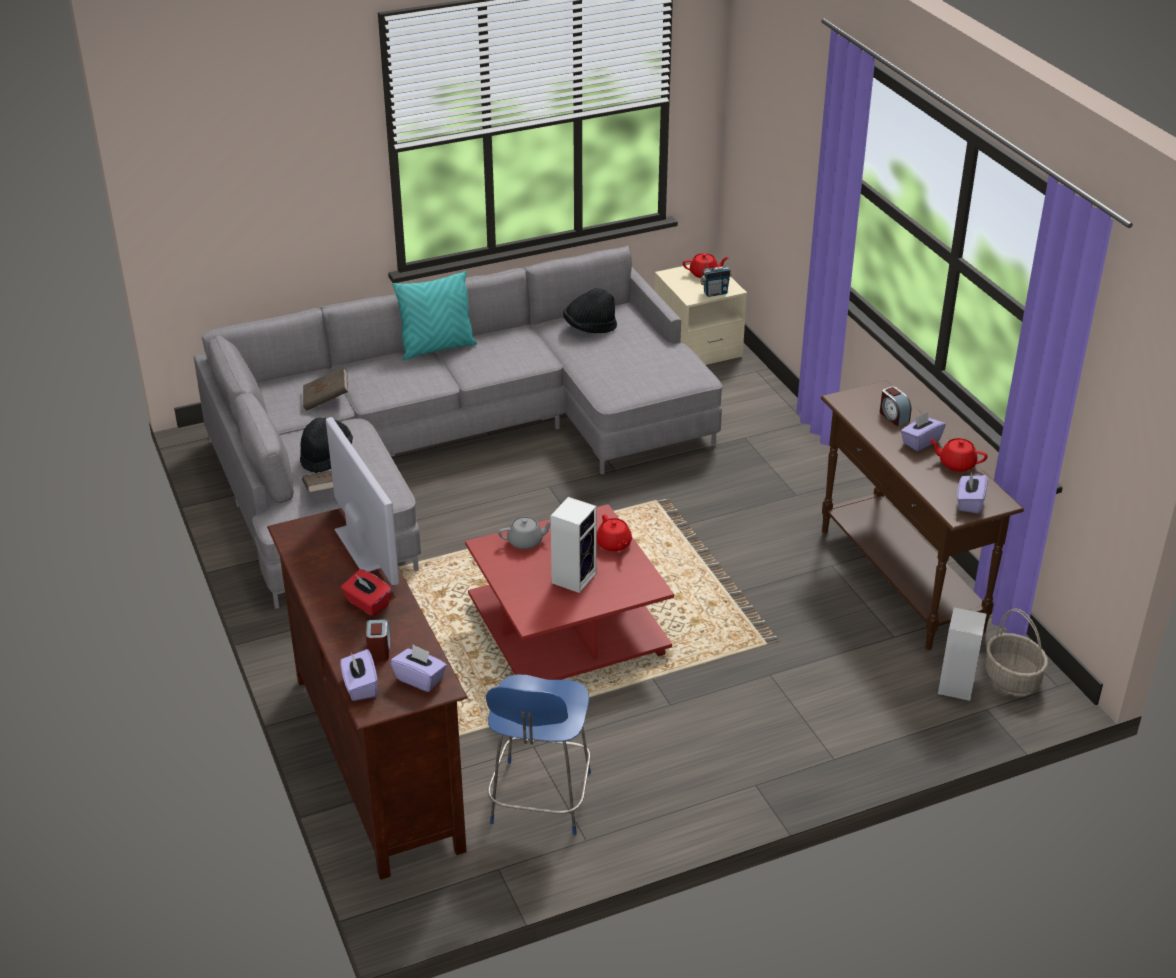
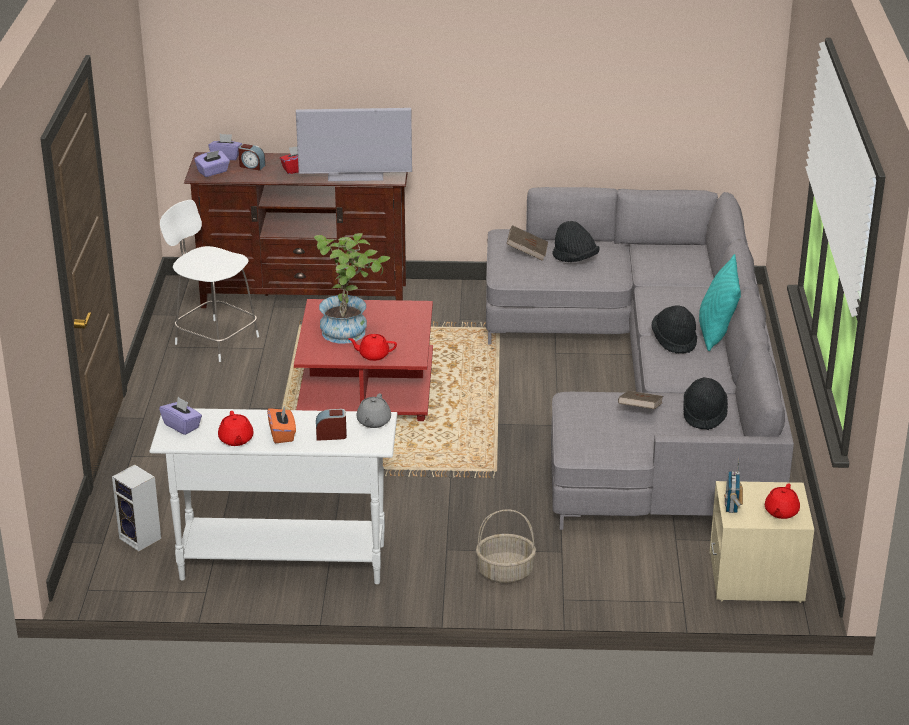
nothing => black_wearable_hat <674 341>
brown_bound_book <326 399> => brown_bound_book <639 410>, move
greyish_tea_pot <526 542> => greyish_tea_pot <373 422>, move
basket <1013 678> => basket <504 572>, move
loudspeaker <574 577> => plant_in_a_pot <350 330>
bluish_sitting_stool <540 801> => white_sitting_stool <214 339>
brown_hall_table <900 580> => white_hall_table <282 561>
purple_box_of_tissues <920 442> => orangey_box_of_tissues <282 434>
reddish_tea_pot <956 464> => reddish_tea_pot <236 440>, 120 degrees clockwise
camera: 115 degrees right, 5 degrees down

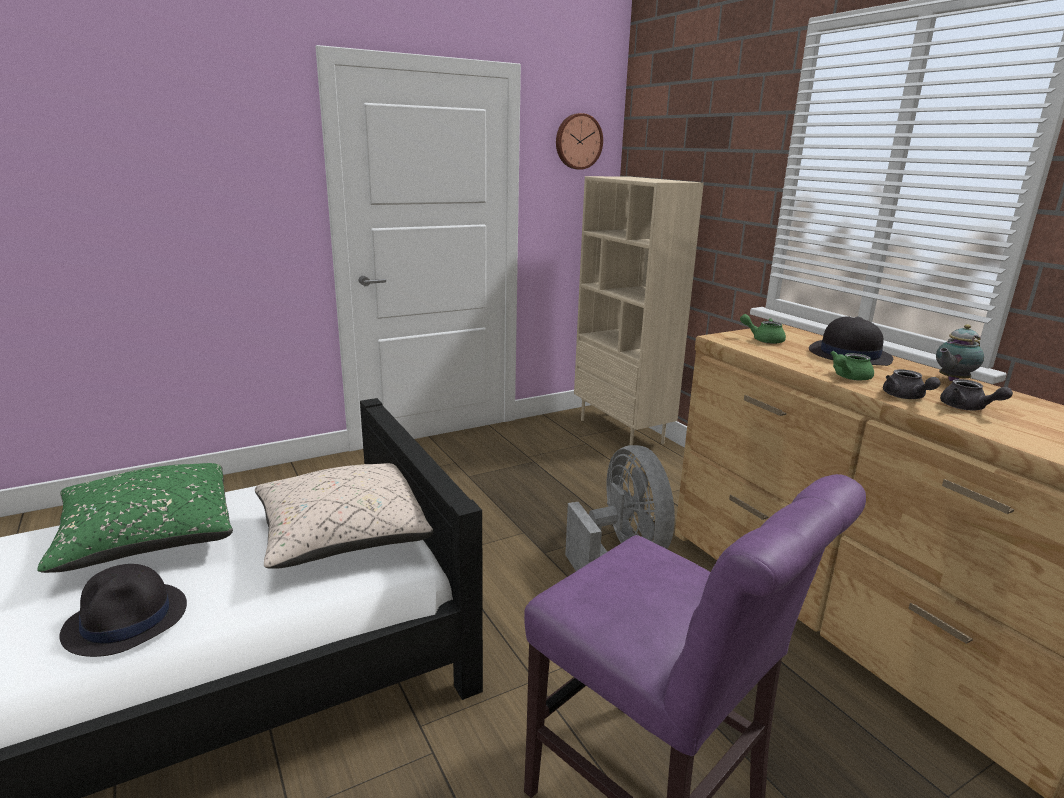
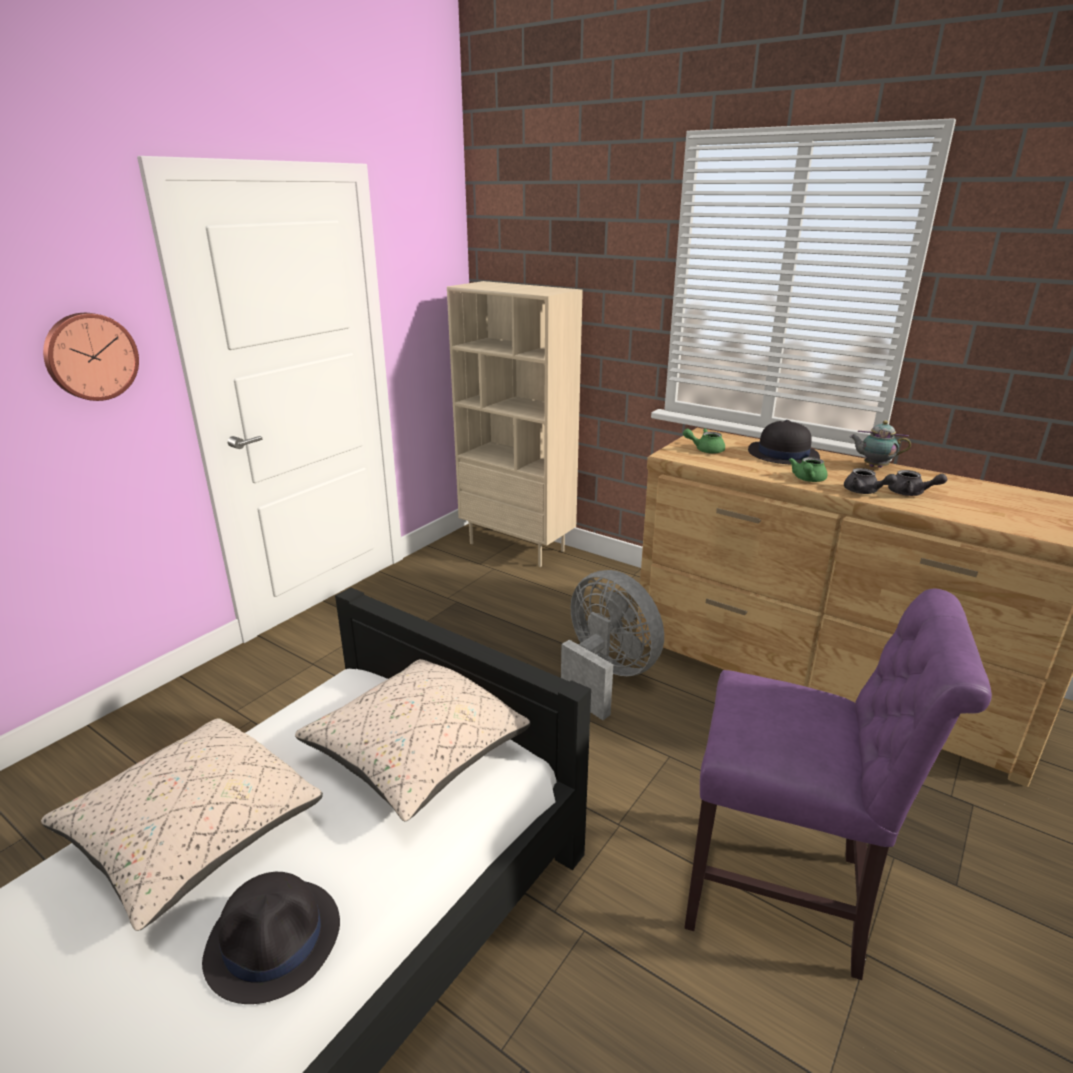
wall_clock <578 141> => wall_clock <90 356>, move
greenish_pillow <149 538> => beige_pillow <193 836>
tea_pot <951 380> => tea_pot <873 466>, 75 degrees clockwise
camera: 25 degrees left, 5 degrees up

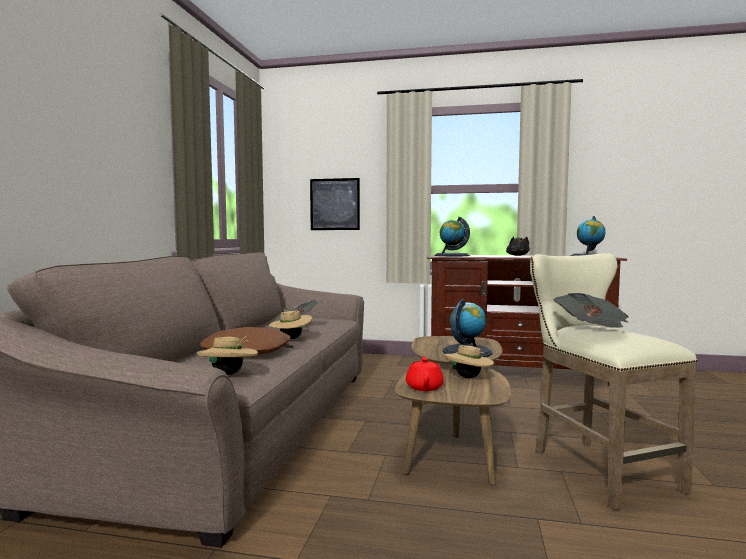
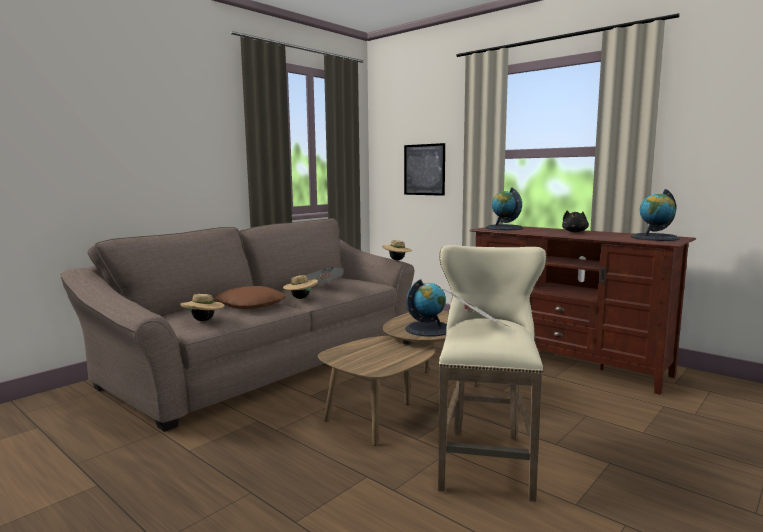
reddish_tea_pot <424 387> => nothing
beige_wearable_hat <468 377> => beige_wearable_hat <397 260>, move
camera: 30 degrees right, 5 degrees up

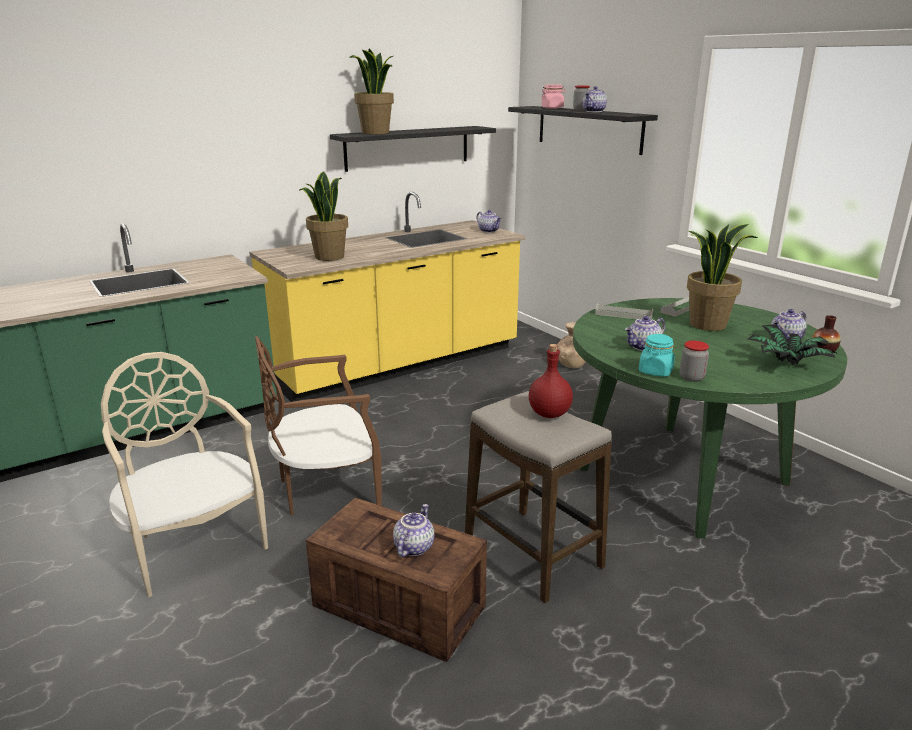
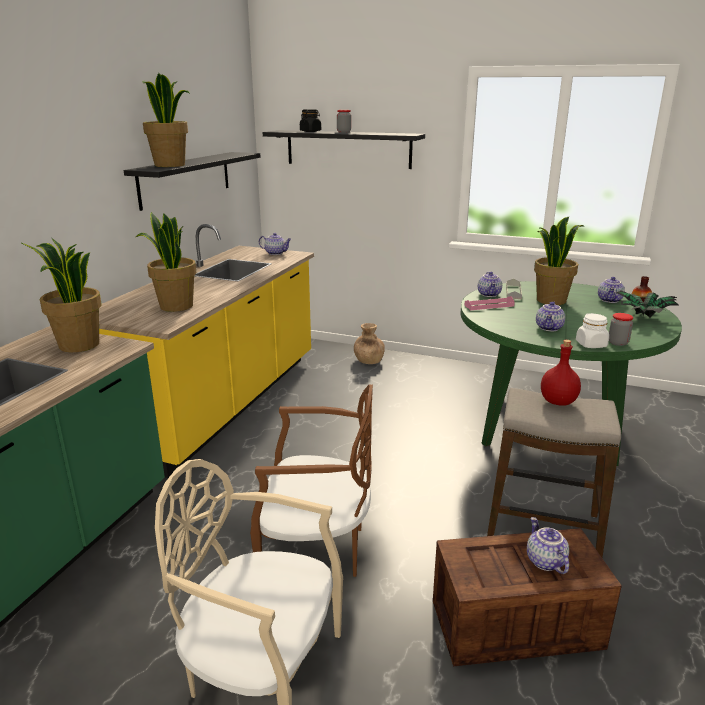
nothing => plant_in_a_pot <78 345>
tea_pot <594 111> => tea_pot <489 294>, move
pink_jar <552 108> => black_jar <310 131>
greyish_tray <623 315> => pink_tray <489 306>
blue-green_jar <655 371> => white_jar <591 344>
brown_plain_chair <326 489> => brown_plain_chair <316 549>, 120 degrees counterclockwise
camera: 35 degrees left, 0 degrees up

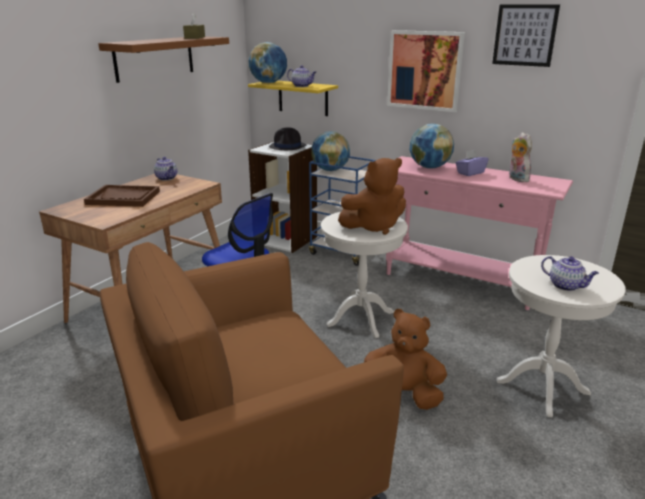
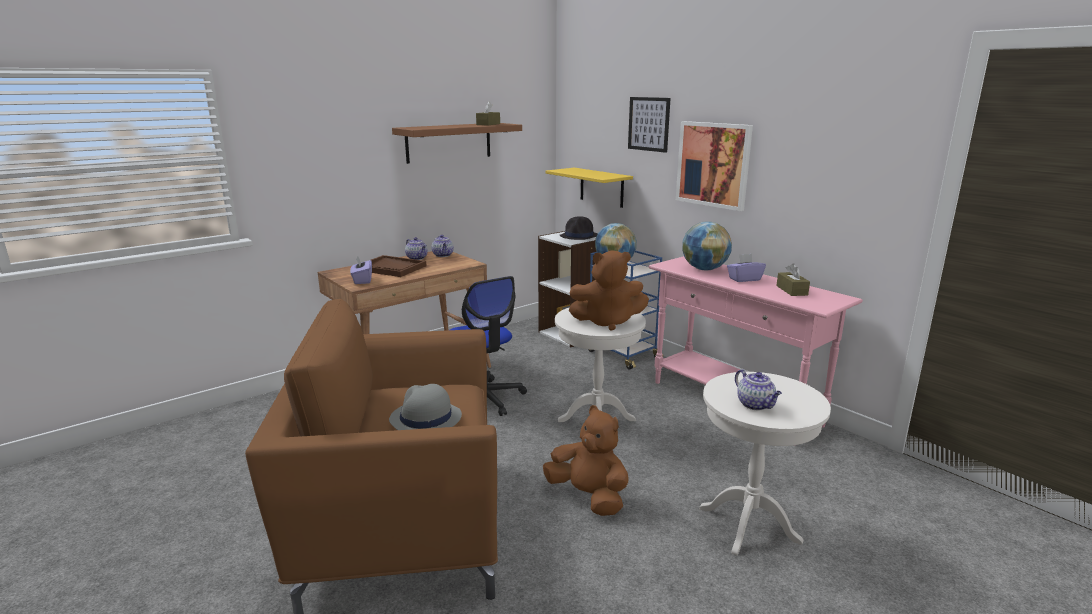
desk_globe <268 83> => nothing
nothing => purple_box_of_tissues <362 280>
nothing => greyish_wearable_hat <425 418>
tea_pot <302 86> => tea_pot <417 258>, move
wall_art <525 35> => wall_art <649 124>, move
soft_toy <516 179> => brown_box_of_tissues <791 290>
camera: 20 degrees right, 5 degrees down

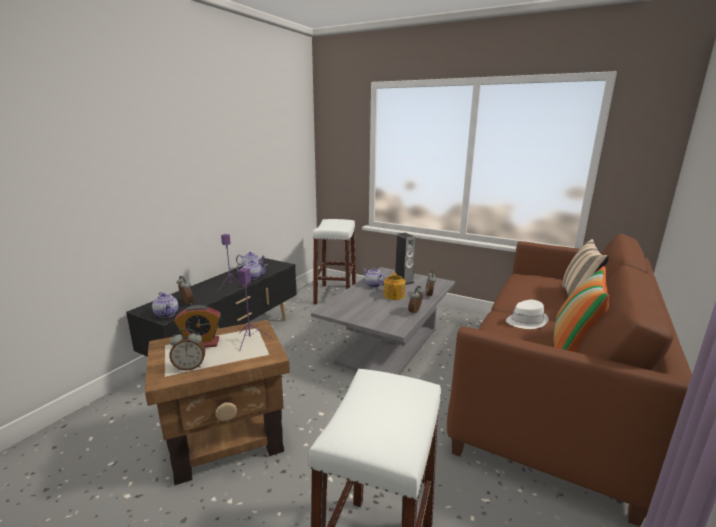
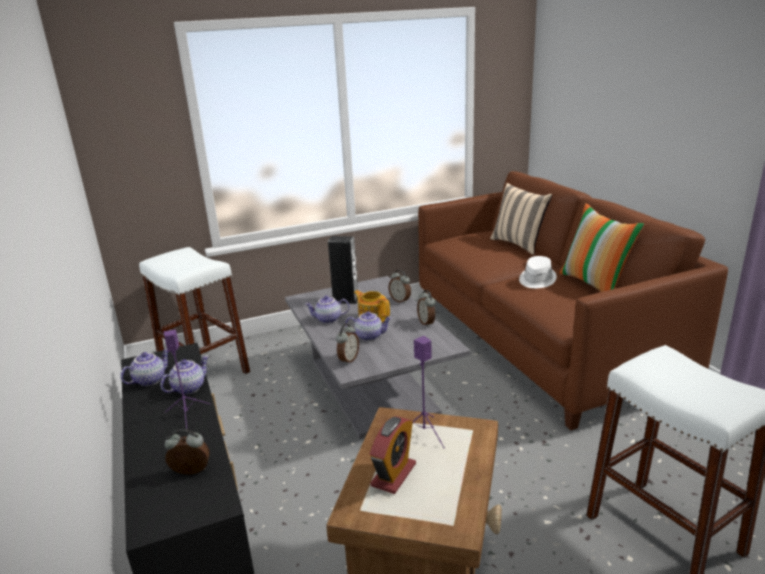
tea_pot <167 314> => tea_pot <369 336>, move
table_clock <190 367> => table_clock <348 360>, move
camera: 50 degrees left, 5 degrees up

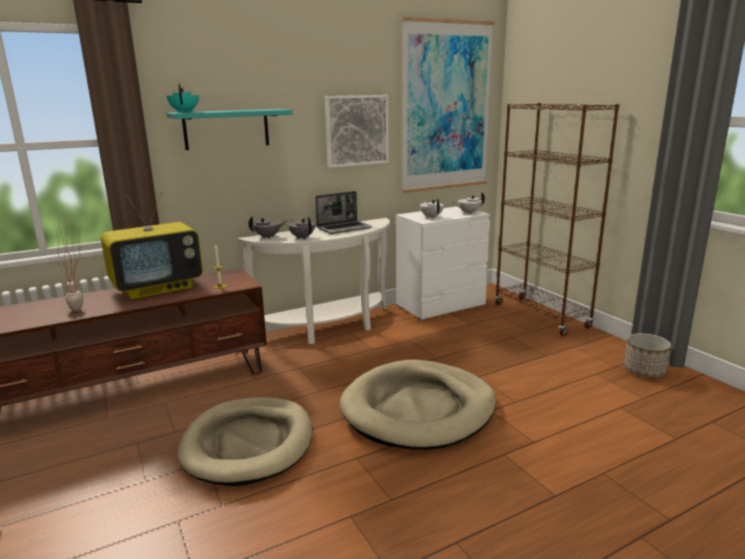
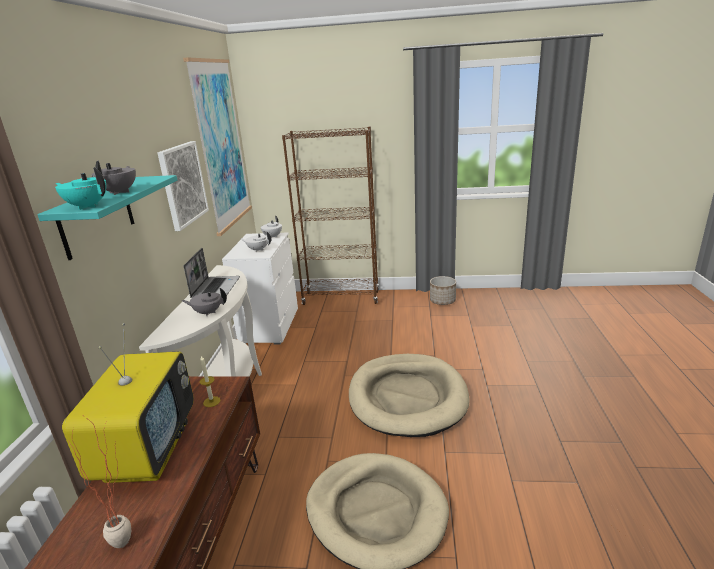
greyish_tea_pot <268 237> => greyish_tea_pot <120 192>, move
camera: 55 degrees left, 5 degrees up

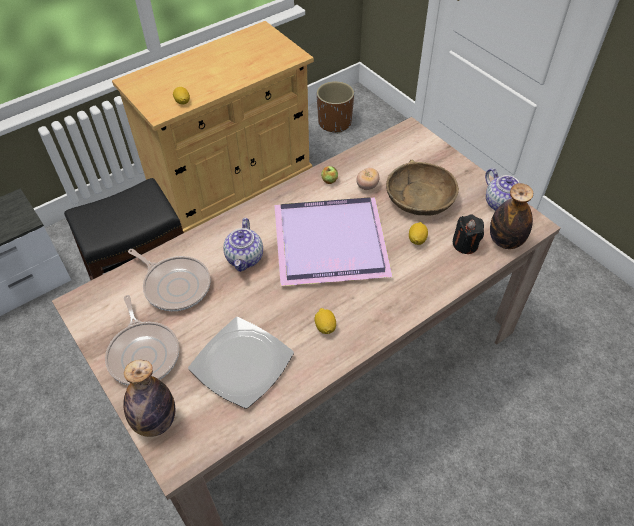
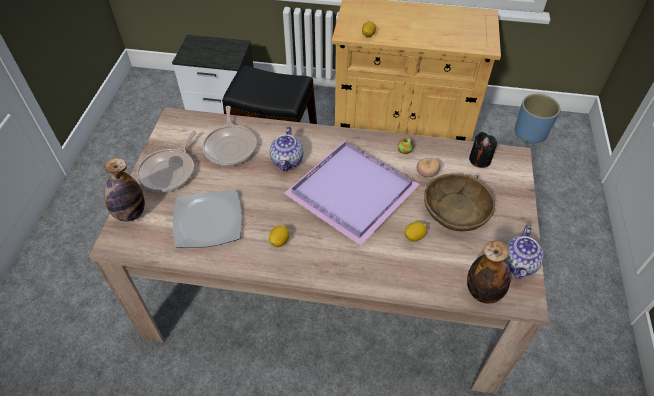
black_wax_light <465 244> => black_wax_light <480 159>, move
brown_plant_pot <335 123> => bluish_plant_pot <530 133>
tea_pot <245 258> => tea_pot <287 161>, 45 degrees counterclockwise
camera: 45 degrees right, 0 degrees up

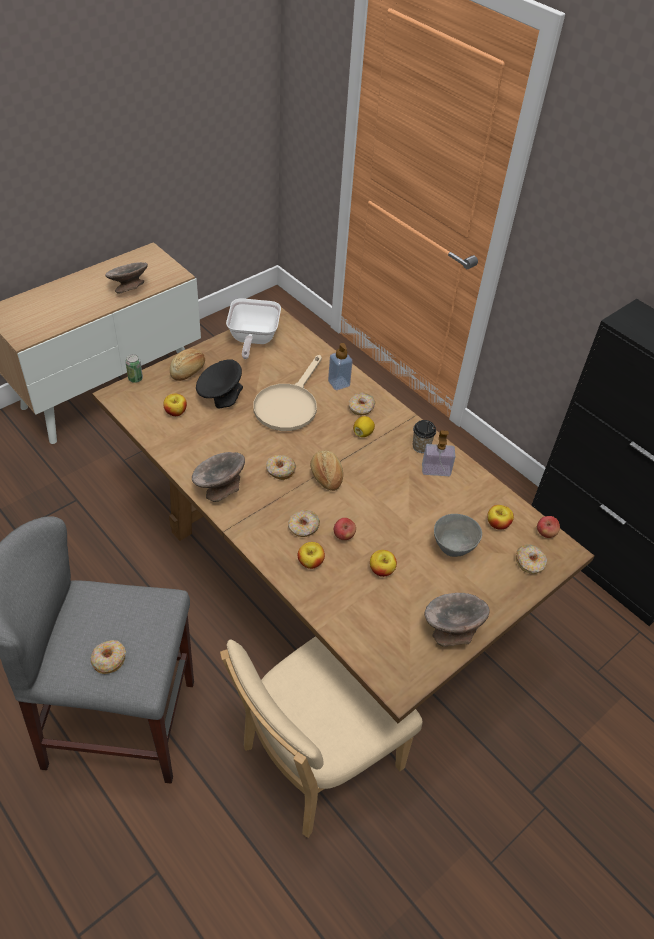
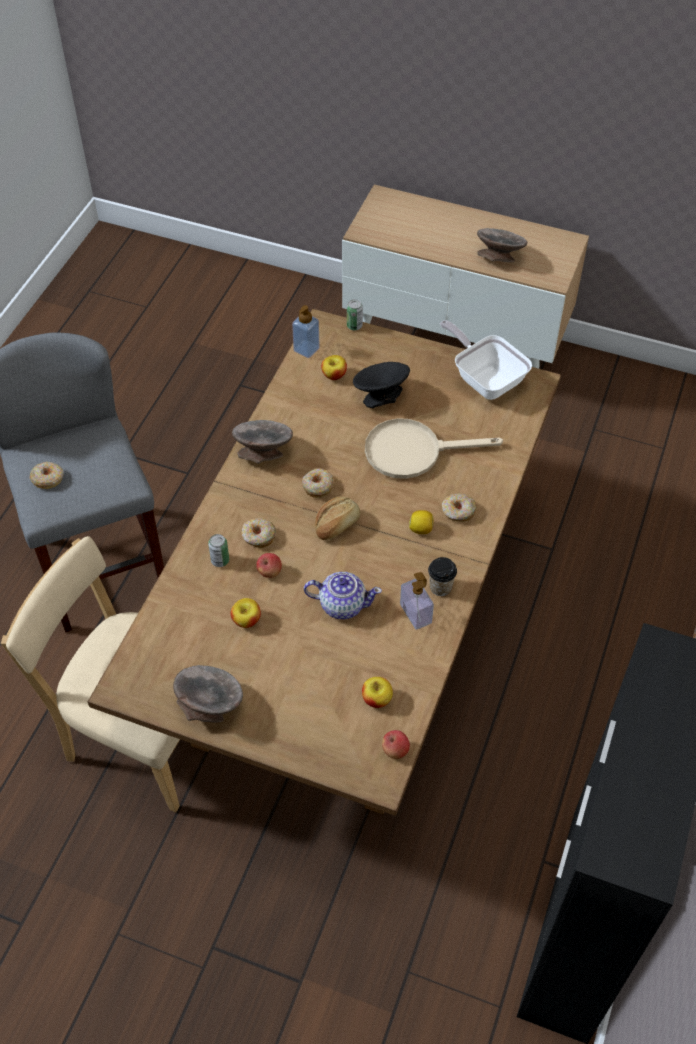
bread <189 371> => nothing
greyish_bowl <453 547> => nothing
donut <530 563> => nothing
nothing => tea_pot <342 604>
soap_dispenser <338 383> => soap_dispenser <306 349>, move
whole_apple <310 562> => metal_can <220 560>
frying_pan <252 340> => frying_pan <485 379>, 75 degrees clockwise
camera: 65 degrees right, 5 degrees up

